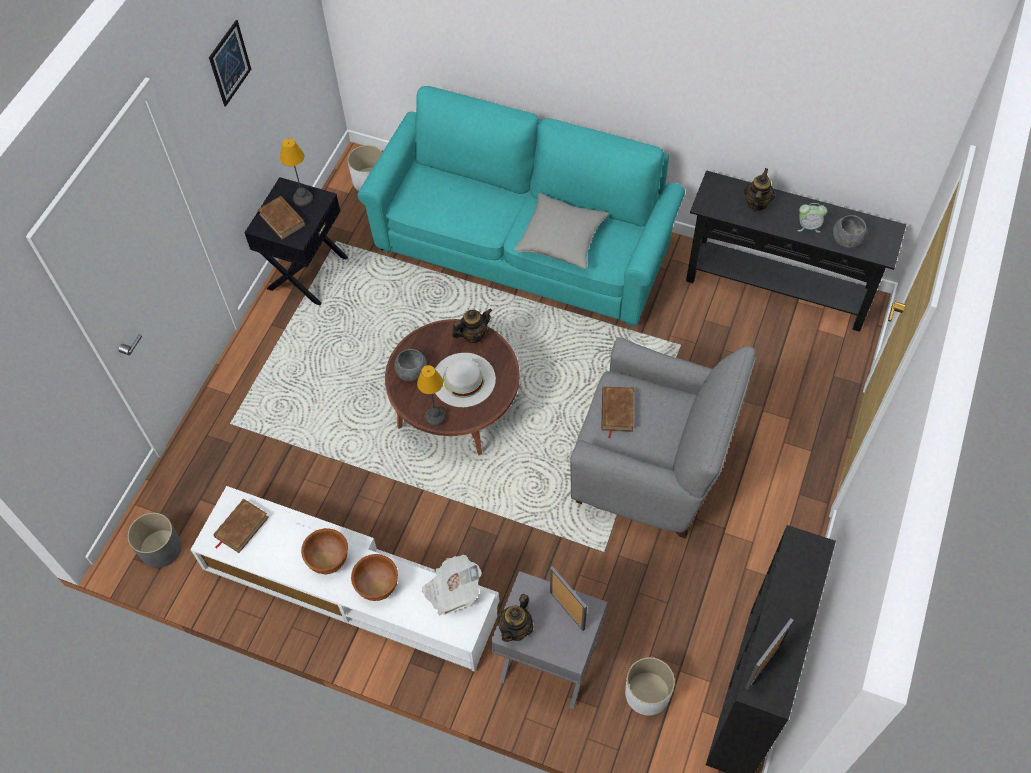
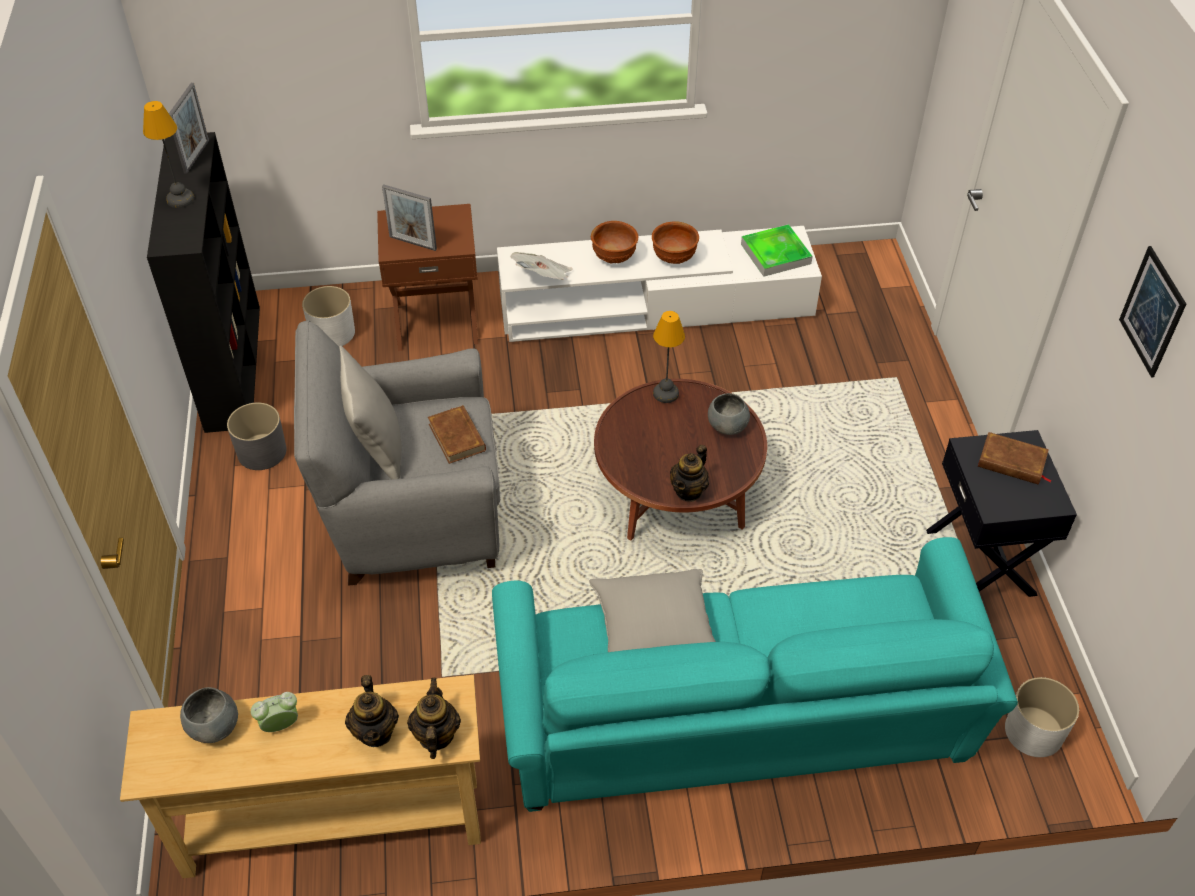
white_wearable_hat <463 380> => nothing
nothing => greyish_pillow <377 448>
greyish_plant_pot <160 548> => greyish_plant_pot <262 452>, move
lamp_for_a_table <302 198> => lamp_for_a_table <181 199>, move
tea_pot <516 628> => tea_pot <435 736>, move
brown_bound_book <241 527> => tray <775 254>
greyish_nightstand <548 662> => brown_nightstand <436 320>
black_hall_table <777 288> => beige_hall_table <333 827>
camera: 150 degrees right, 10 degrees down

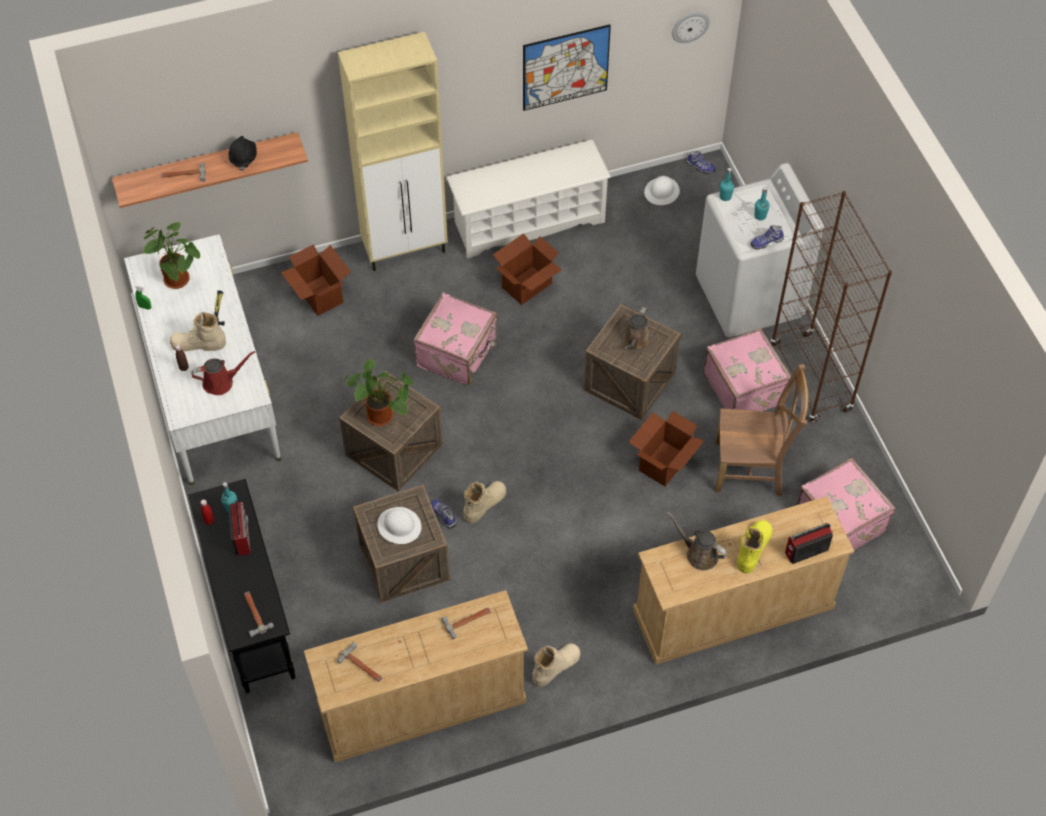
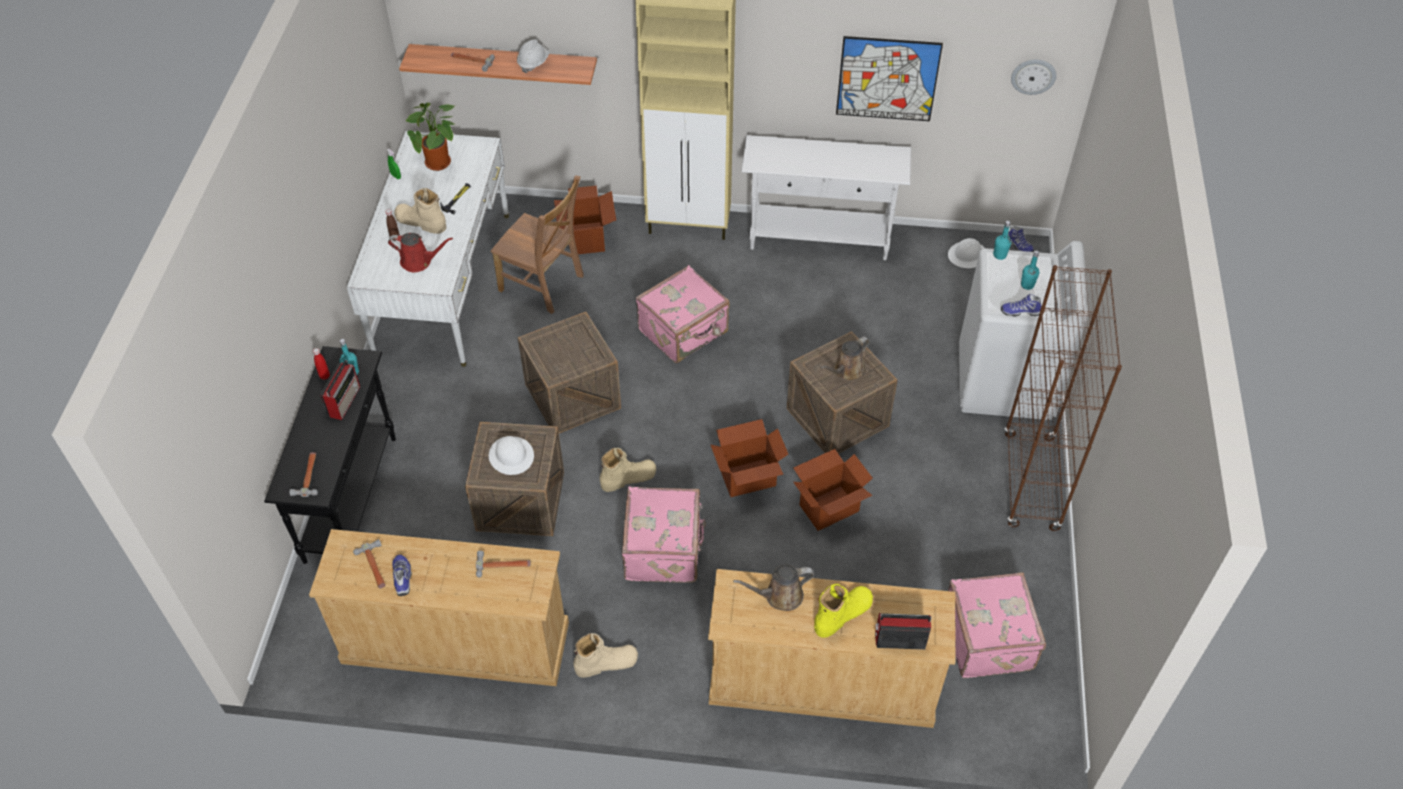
plant_in_a_pot <383 416> => nothing
shoe <444 515> => shoe <403 577>, move
packing_box <527 286> => packing_box <748 478>, move
pink_piece_of_luggage <745 388> => pink_piece_of_luggage <664 549>, move
brown_plain_chair <752 468> => brown_plain_chair <544 285>, move
white_shoe_stand <528 222> => white_hall_table <820 239>
black_work_helmet <243 158> => white_work_helmet <533 63>
brown_watering_pot <699 554> => brown_watering_pot <780 596>, 75 degrees counterclockwise
camera: 25 degrees right, 5 degrees down

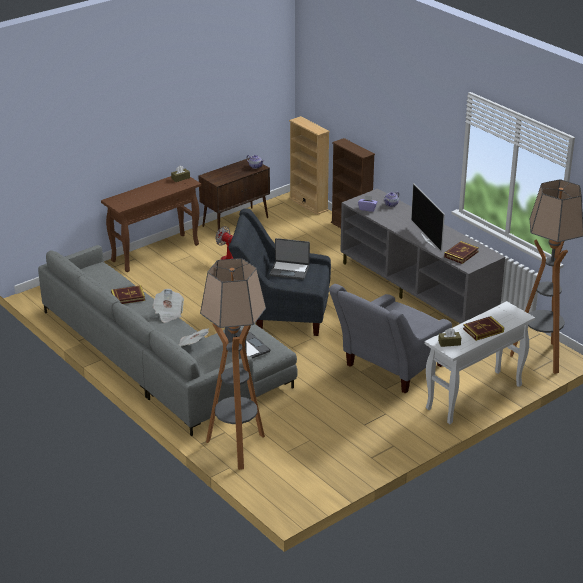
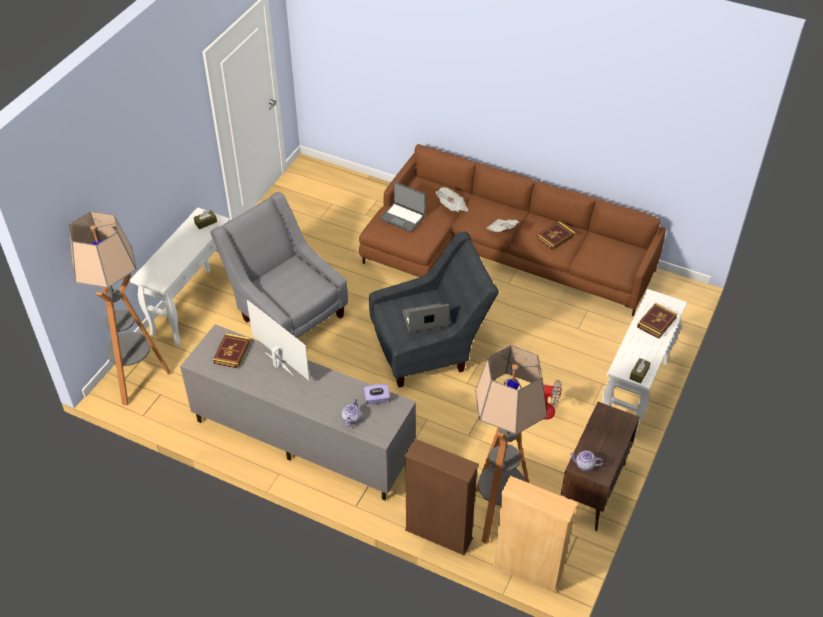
standing_lamp <237 448> => standing_lamp <498 514>, move
bound_book <483 330> => bound_book <656 322>, move
greyish_sofa <161 360> => brown_sofa <499 253>
brown_hall_table <156 252> => white_hall_table <634 394>
greyish_armchair <388 369> => greyish_armchair <286 312>, 60 degrees counterclockwise
camera: 155 degrees right, 15 degrees up

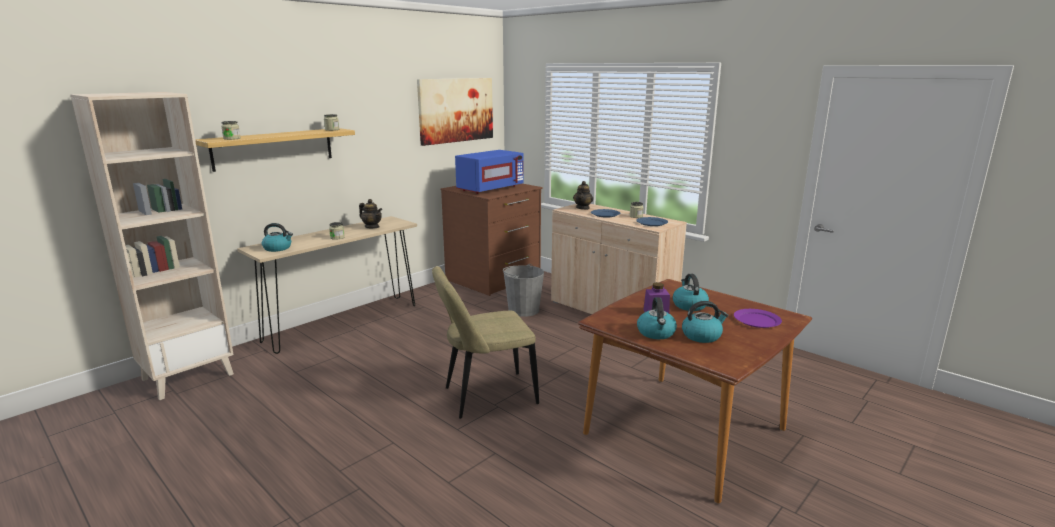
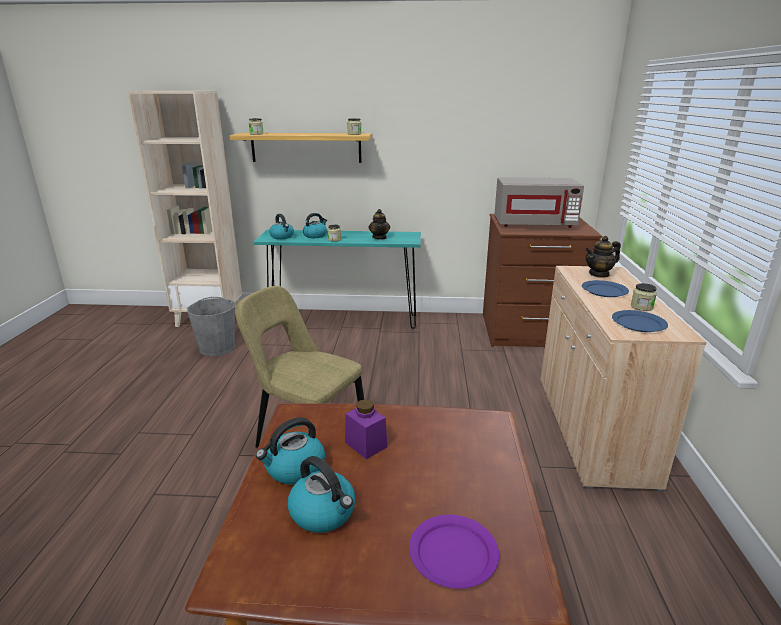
wall_art <456 110> => nothing
greyish_water_bucket <523 310> => greyish_water_bucket <217 347>, move
water_kettle <689 305> => water_kettle <315 235>, move
beige_hall_table <343 323> => blue-green_hall_table <343 320>
bluish_microwave_oven <490 189> => greyish_microwave_oven <534 224>
camera: 50 degrees right, 5 degrees up

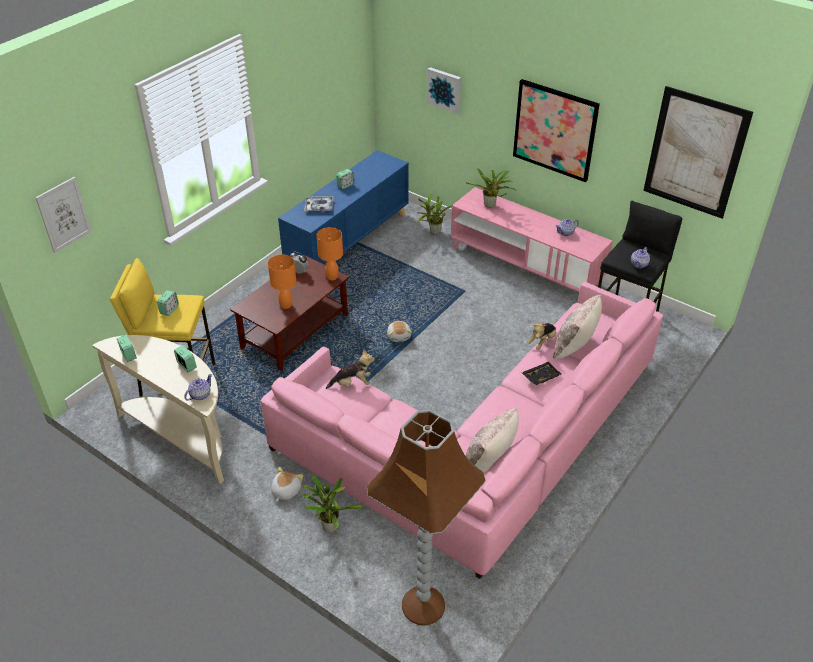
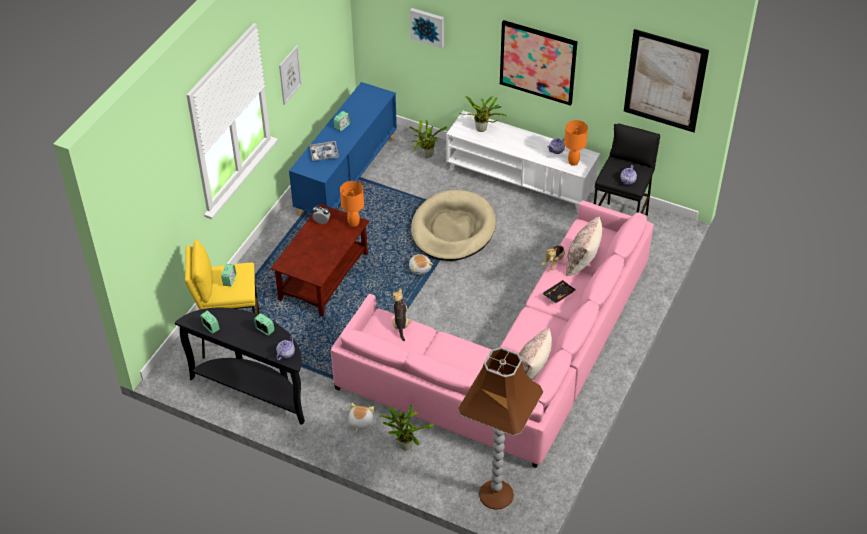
nothing => beige_dog_bed <453 229>
wall_art <63 214> => wall_art <290 74>, move
orangey_lamp_for_a_table <286 305> => orangey_lamp_for_a_table <573 162>, move
beige_hall_table <182 436> => black_hall_table <254 389>
pink_tv_stand <525 265> => white_tv_stand <520 180>
soft_toy <352 384> => soft_toy <400 323>, 75 degrees counterclockwise
camera: 10 degrees left, 5 degrees up

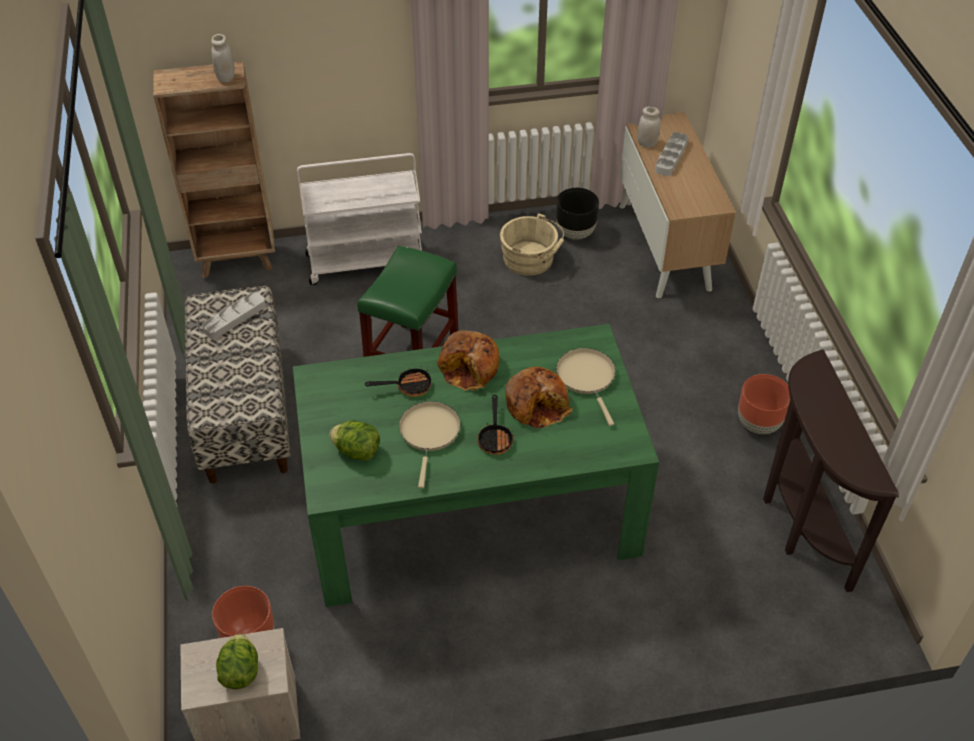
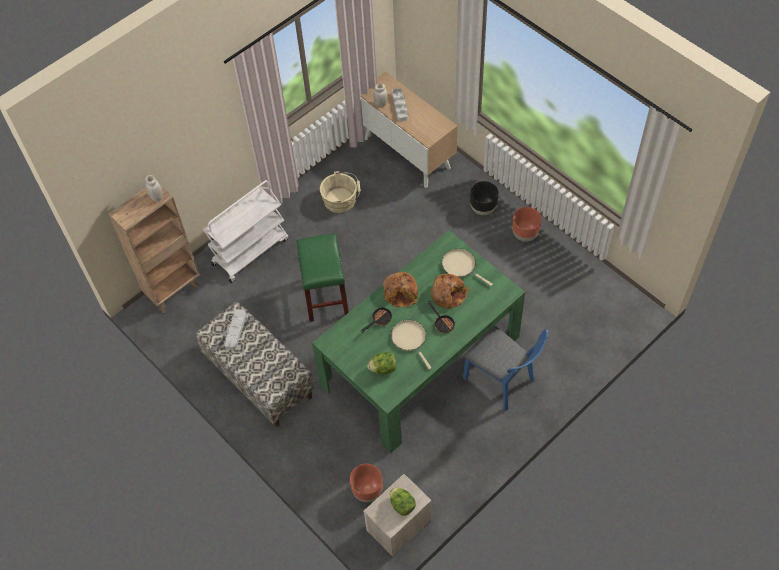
brown_hall_table <798 524> => nothing
nothing => bluish_plain_chair <502 382>
black_plant_pot <575 233> => black_plant_pot <483 209>, move
camera: 30 degrees left, 10 degrees up

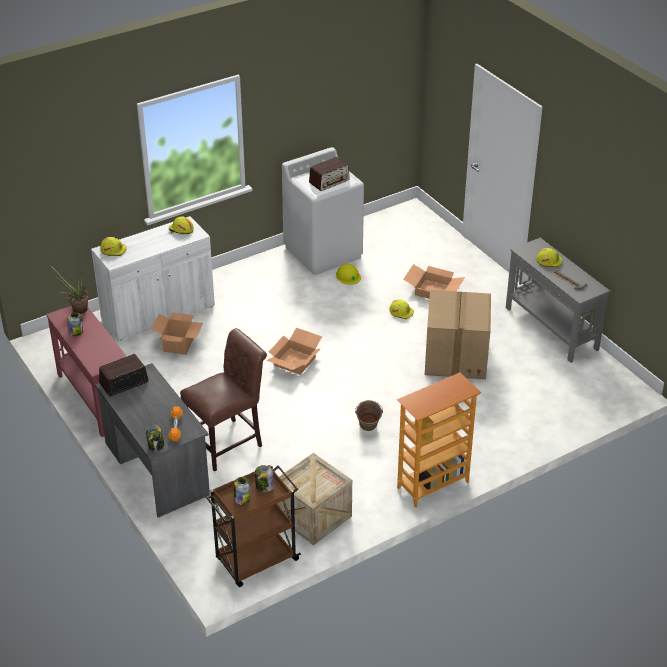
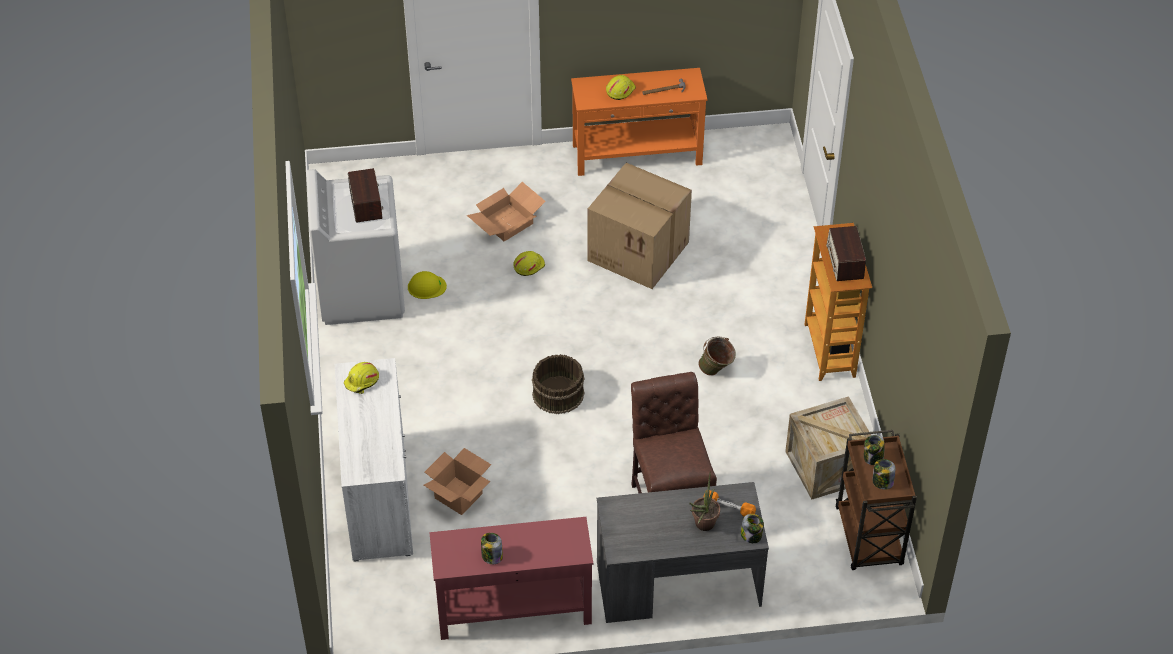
yellow_work_helmet <113 250> => nothing
plant_in_a_pot <77 309> => plant_in_a_pot <702 526>, move
radio <123 383> => radio <845 262>, move
packing_box <294 360> => brown_water_bucket <558 393>
greyish_hall_table <551 329> => orangey_hall_table <638 155>
camera: 65 degrees left, 10 degrees up

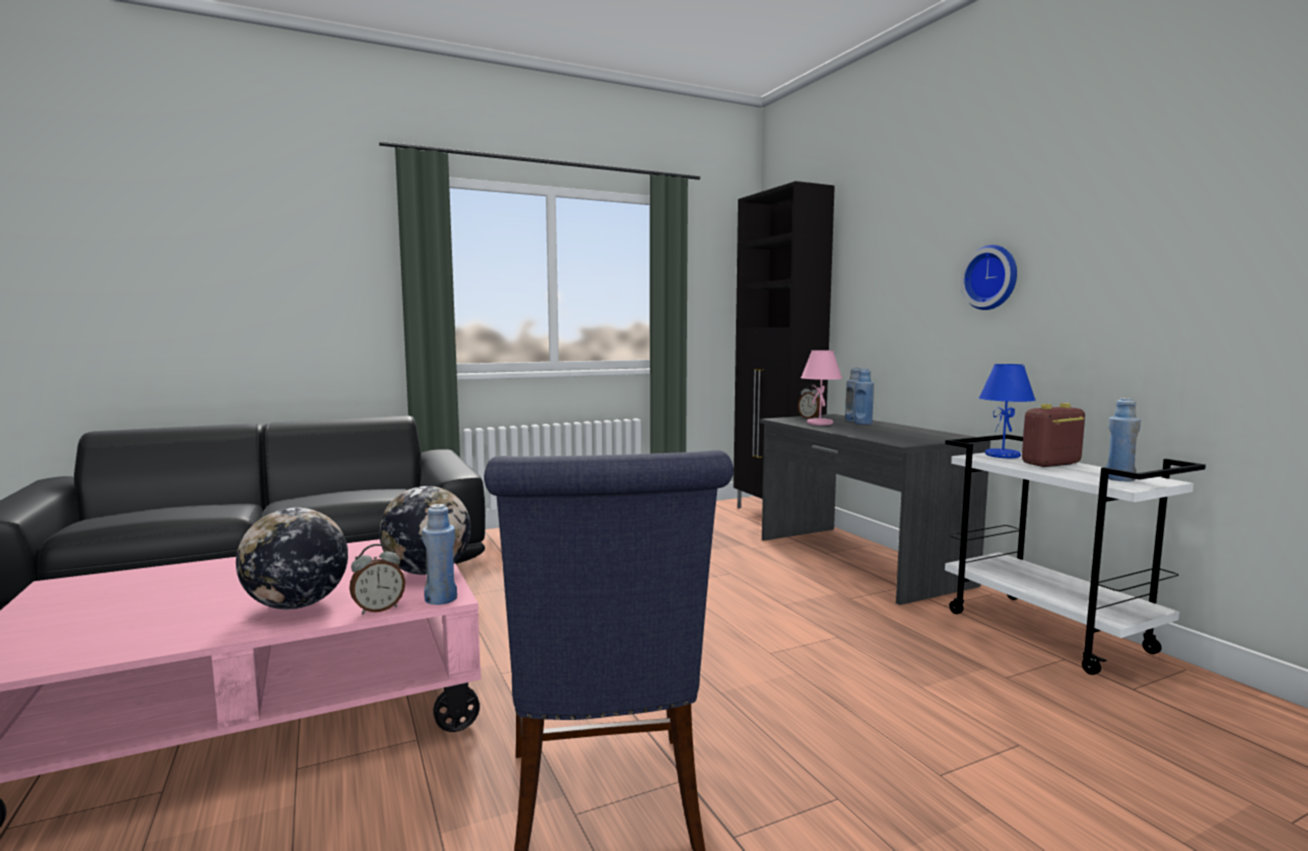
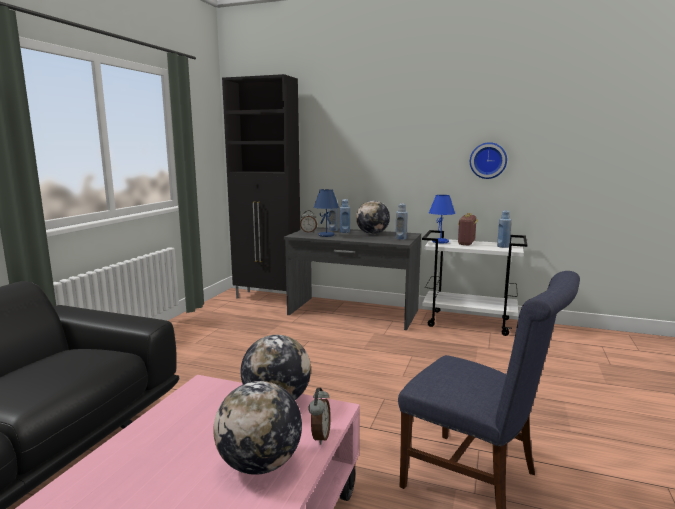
nothing => desk_globe <372 234>
bluish_bottle <441 599> => bluish_bottle <400 238>, move
wall_clock <992 277> => wall_clock <488 160>, move
pink_lamp_for_a_table <820 423> => bluish_lamp_for_a_table <326 235>
camera: 45 degrees left, 5 degrees up

